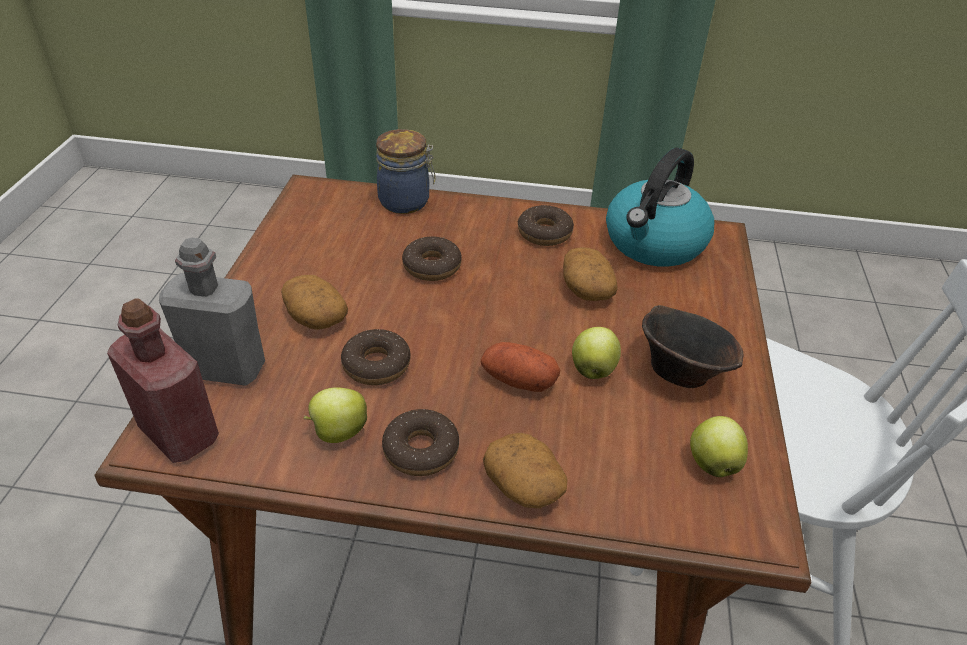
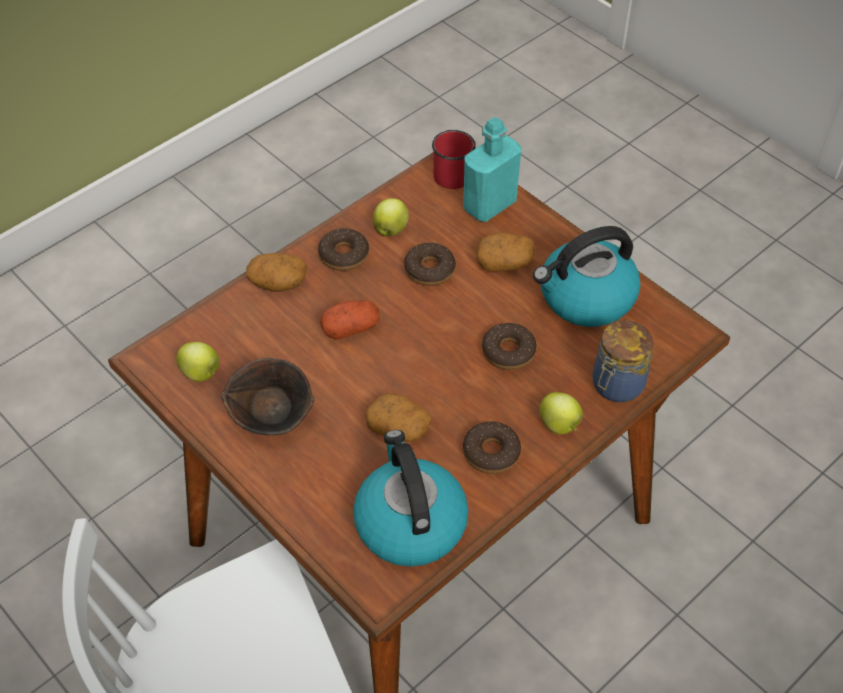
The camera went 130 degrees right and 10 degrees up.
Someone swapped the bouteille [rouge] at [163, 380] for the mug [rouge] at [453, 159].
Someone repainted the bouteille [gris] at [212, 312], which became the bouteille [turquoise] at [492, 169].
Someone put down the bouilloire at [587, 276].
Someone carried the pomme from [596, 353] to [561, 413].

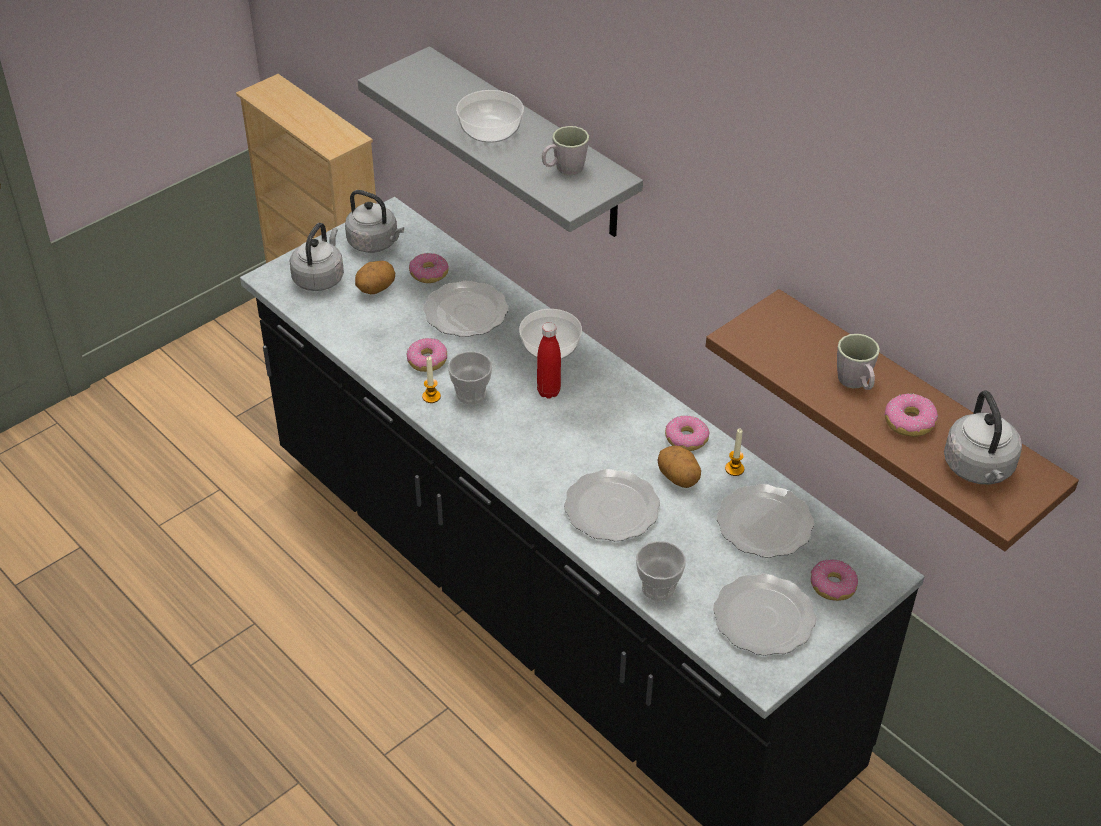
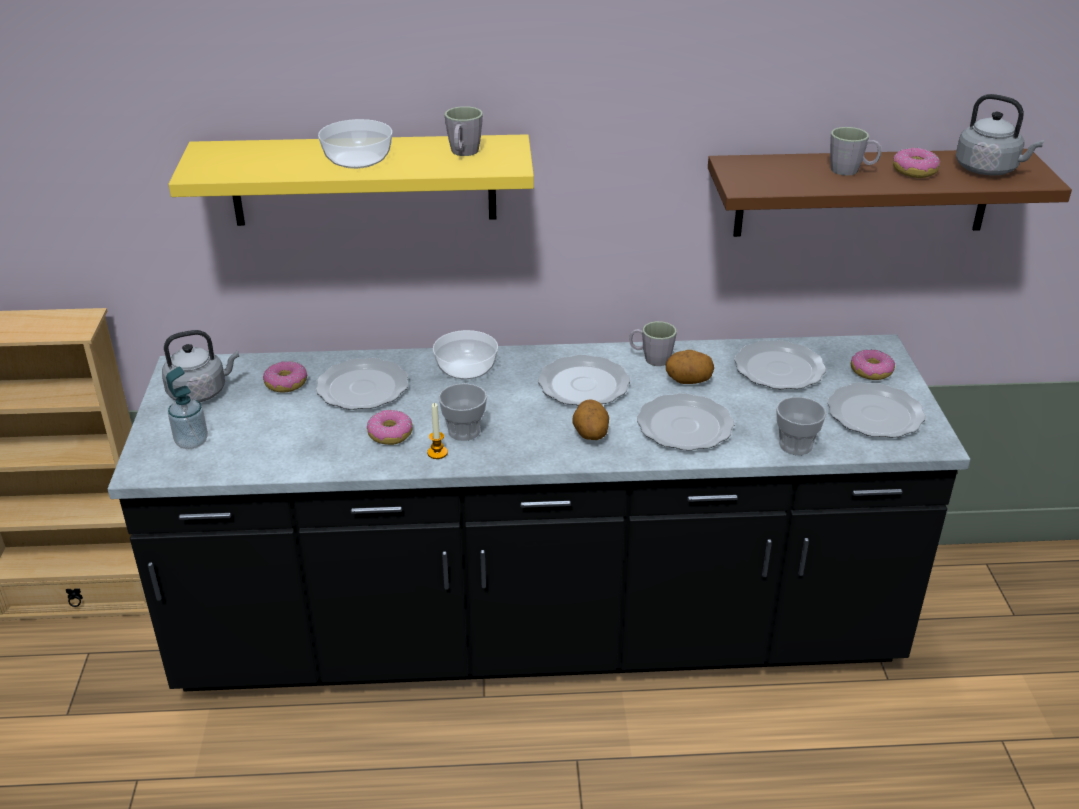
The camera went 50 degrees left and 10 degrees down.
Someone swapped the bouilloire [gris] at [317, 257] for the distributeur de savon at [187, 408].
Someone repainted the étagère [gris] at [500, 141], which became the étagère [jaune] at [351, 180].
Someone put down the assiette at [584, 380].
Someone carried the pomme de terre from [375, 277] to [590, 420].
Someone swapped the beignet at [687, 433] for the mug [gris] at [653, 343].
Someone took away the bouteille [rouge] at [549, 360].
Someone took away the bougie at [734, 452].

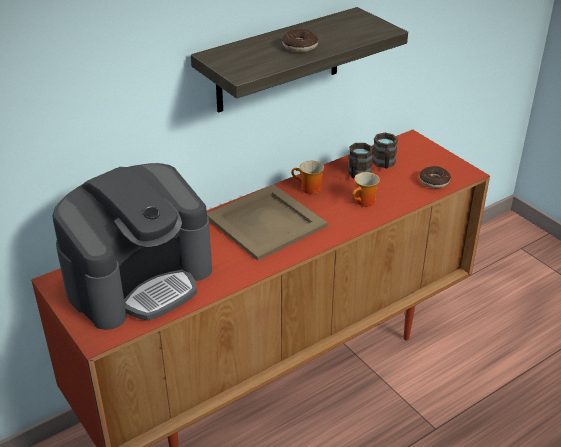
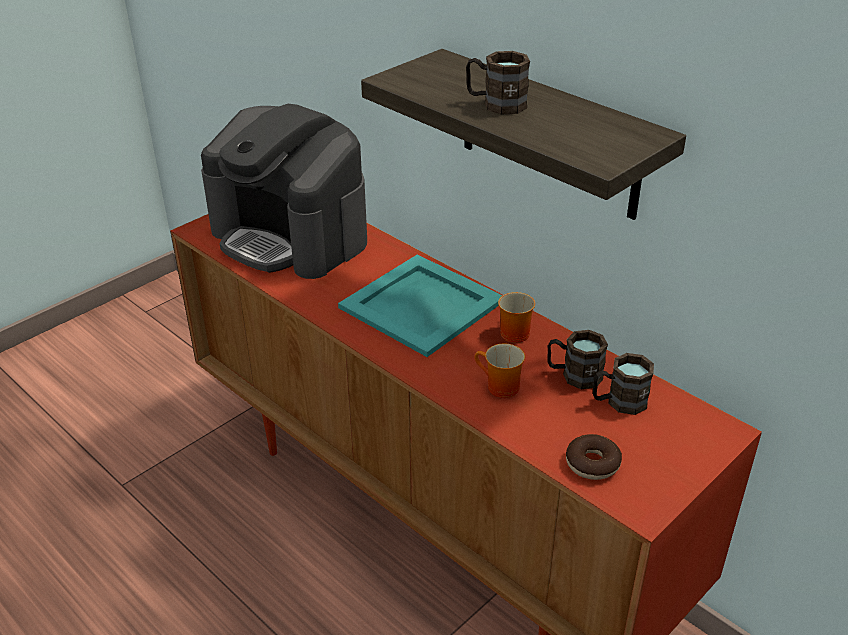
The camera went 80 degrees right and 0 degrees up.
Someone repainted the plateau [beige] at [267, 222], which became the plateau [turquoise] at [420, 306].
Someone swapped the beignet at [300, 40] for the mug [marron] at [498, 83].

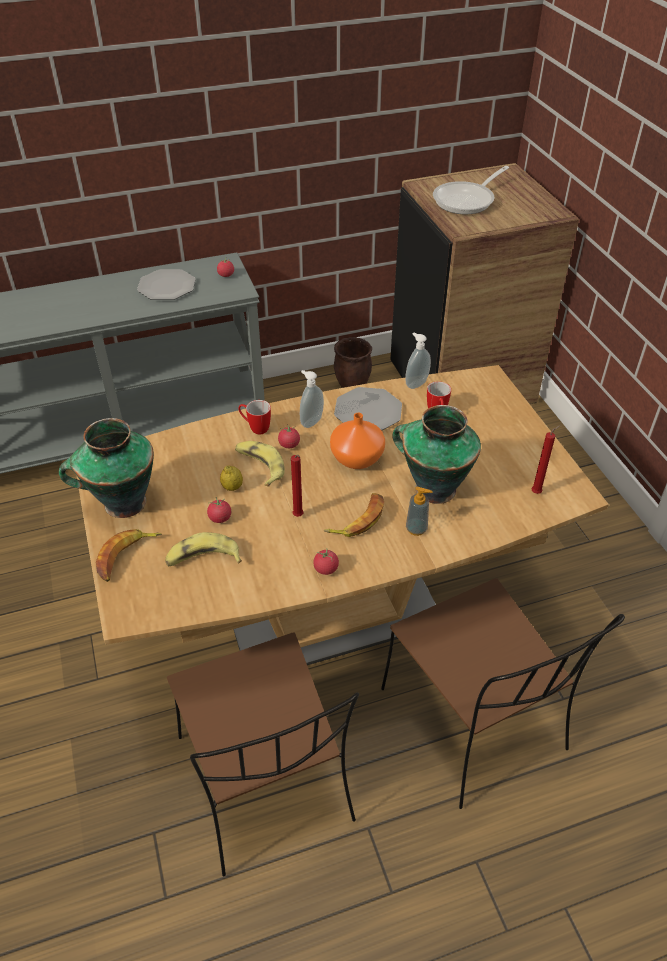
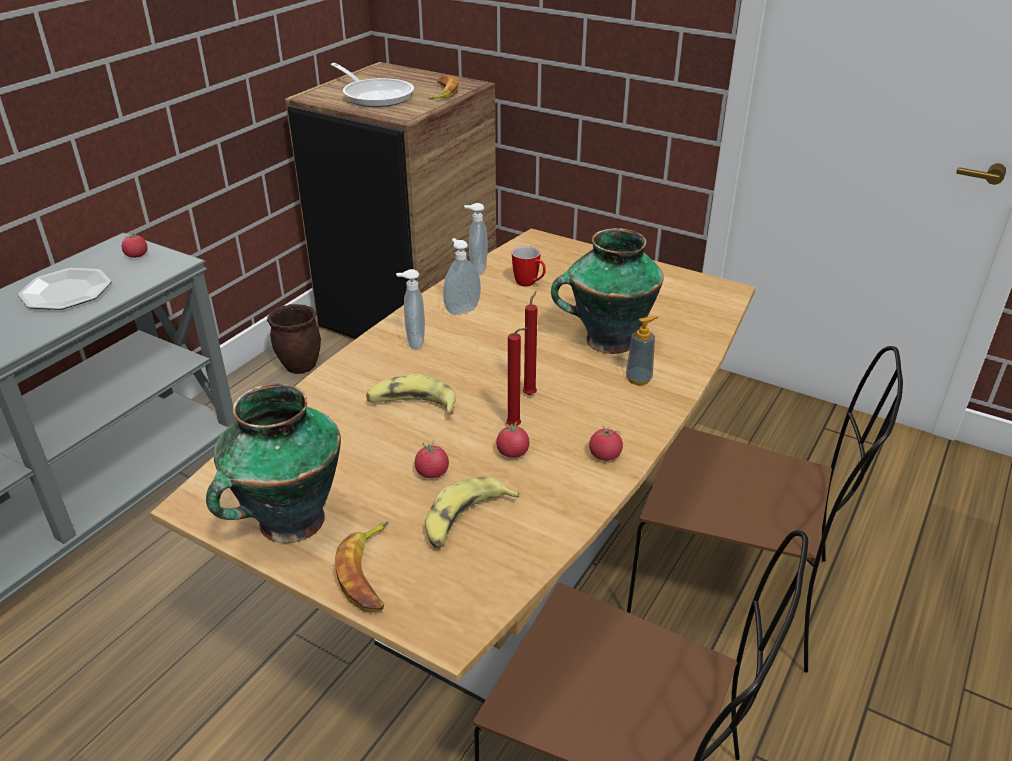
The camera went 40 degrees left and 10 degrees down.
Someone rotated the poêle at [471, 190] by 45 degrees counterclockwise.
Someone carried the banane from [354, 515] to [443, 87].
Someone swapped the assiette at [368, 408] for the distributeur de savon at [462, 276].
Someone carried the tomate from [289, 436] to [513, 440].
Someone carried the bougie [rouge] from [546, 459] to [530, 343].
Someone took away the citron at [231, 478].
Someone took away the mug at [254, 417].
Someone took away the vase [orange] at [357, 441].

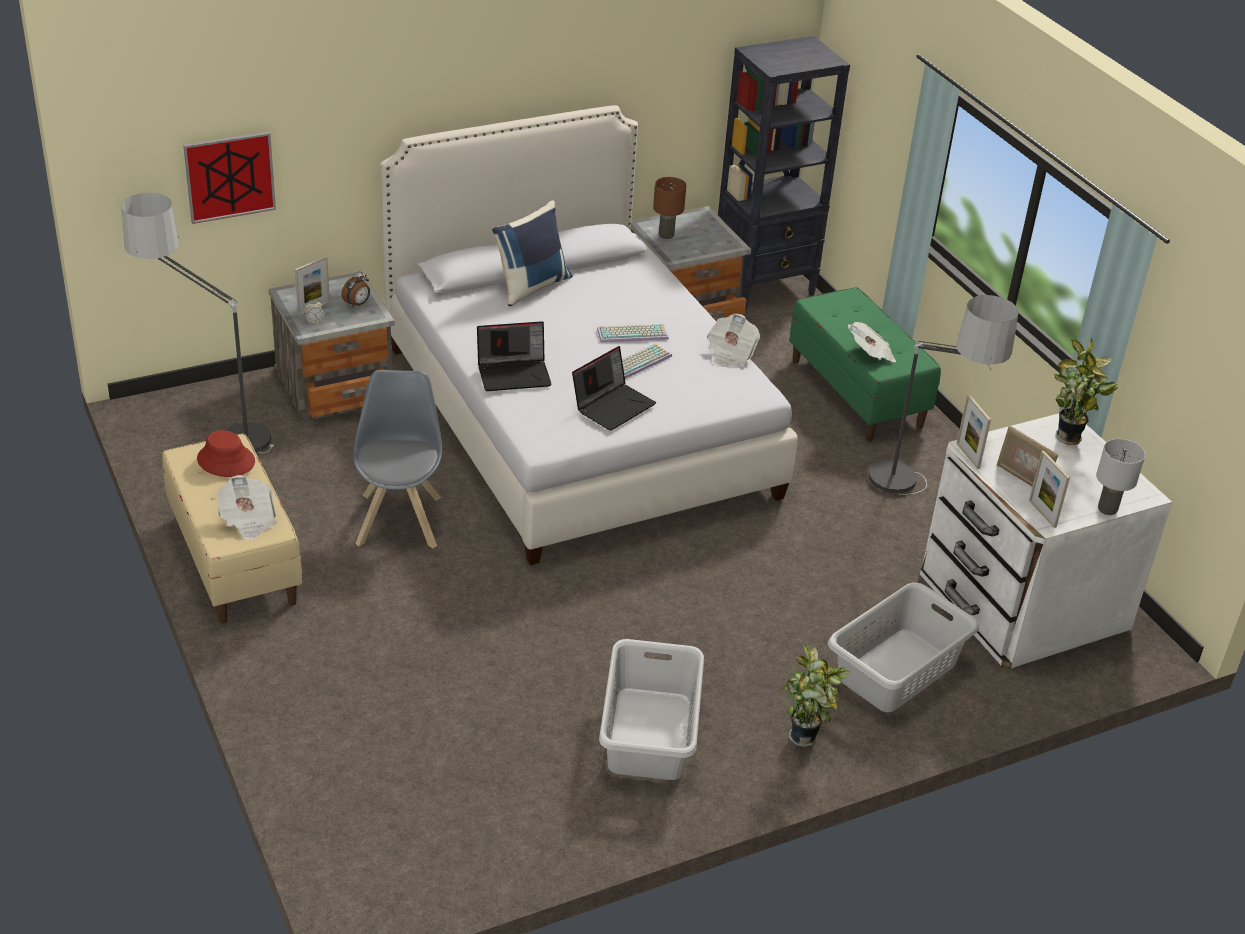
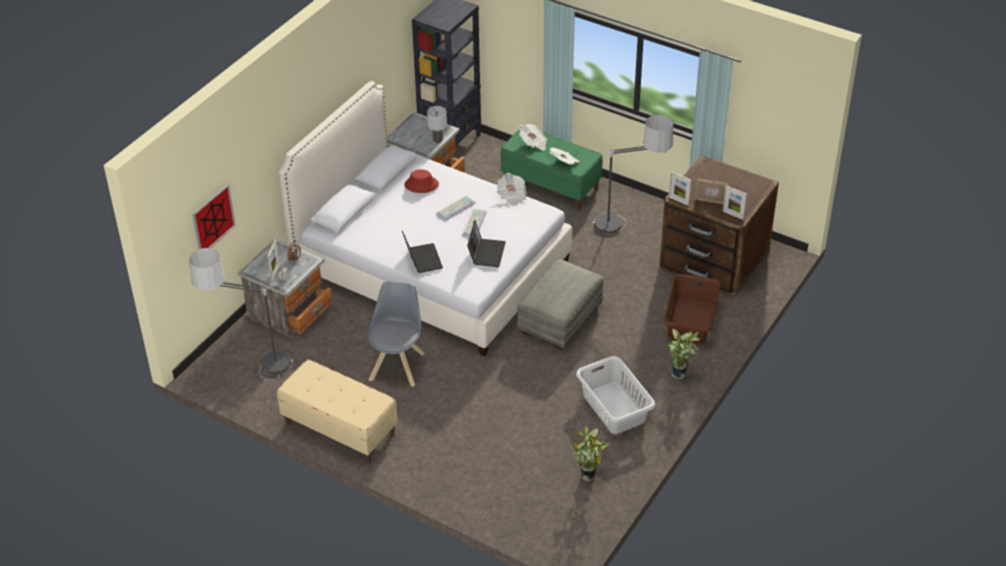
The camera went 30 degrees left and 5 degrees up.
Someone rotated the chaise [gris] at [398, 459] by 45 degrees clockwise.
Someone rotated the ordinateur portable at [514, 356] by 60 degrees counterclockwise.
Someone carried the chapeau [rouge] from [226, 453] to [421, 181].
Someone carried the lampe de table [blanc] from [1120, 477] to [437, 124].
Someone put down the pouf [gris] at [560, 304].
Someone carried the journal from [247, 507] to [533, 137].
Someone carried the plante en pot from [1086, 391] to [591, 453].
Someone repainted the commode [blanc] at [1046, 540], which became the commode [marron] at [719, 225].
Someone repainted the panier à linge [gris] at [903, 647], which became the panier à linge [marron] at [692, 309].
Someone took away the coussin [bleu] at [532, 253].
Someone took away the lampe de table [marron] at [669, 208].

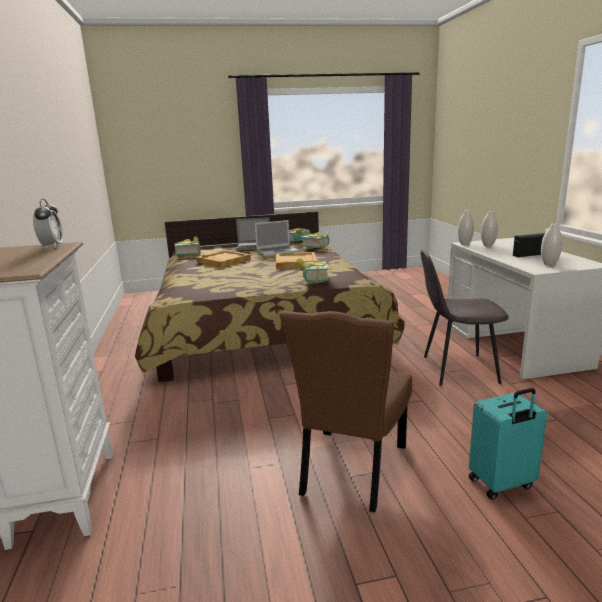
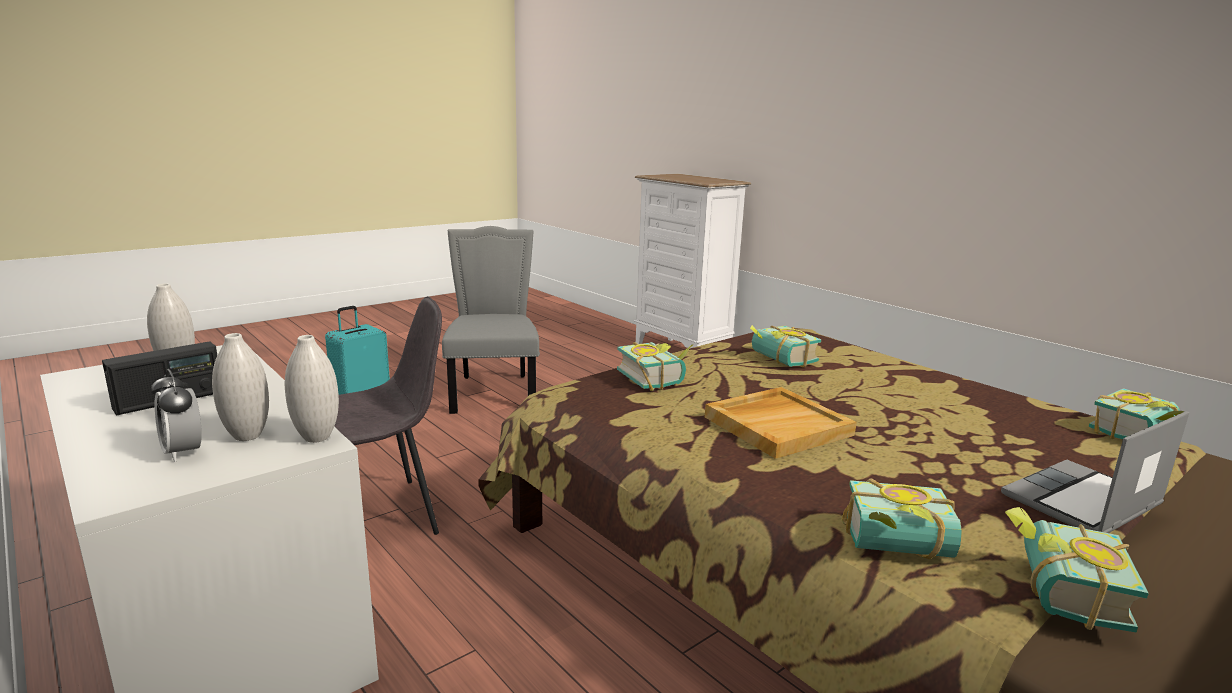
The camera went 150 degrees right and 0 degrees up.
Someone carried the réveil from [48, 223] to [176, 415].
Someone repainted the chaise [marron] at [346, 411], which became the chaise [gris] at [491, 320].
Someone put down the livre at [785, 346].
Someone took away the plateau [beige] at [223, 258].
Someone took away the ordinateur portable at [277, 238].

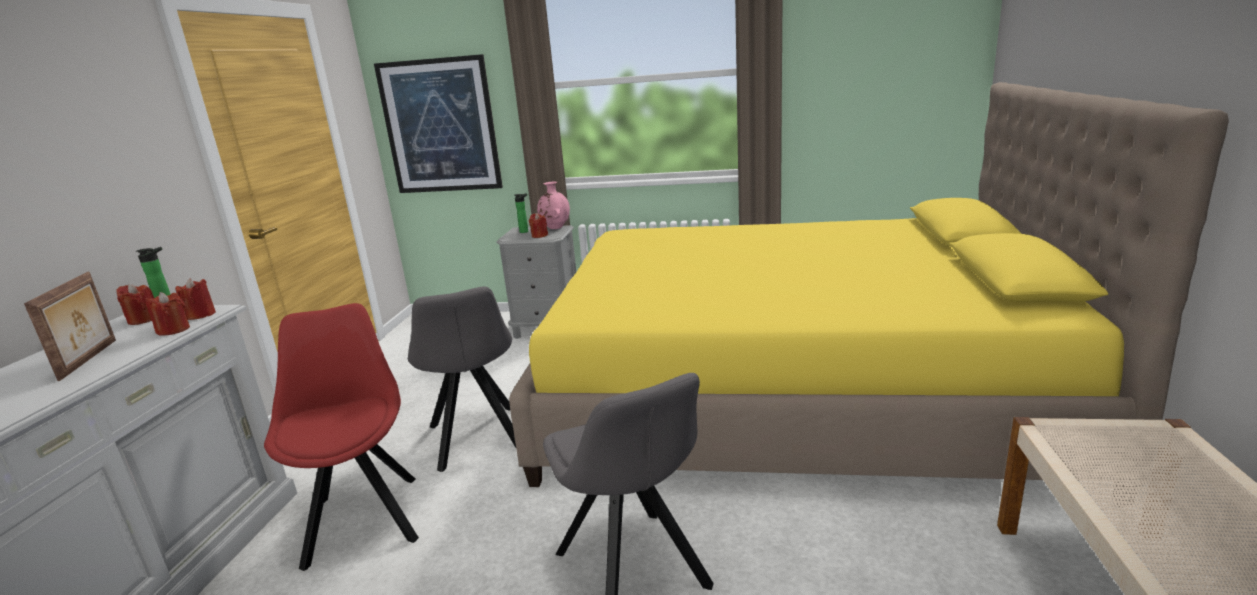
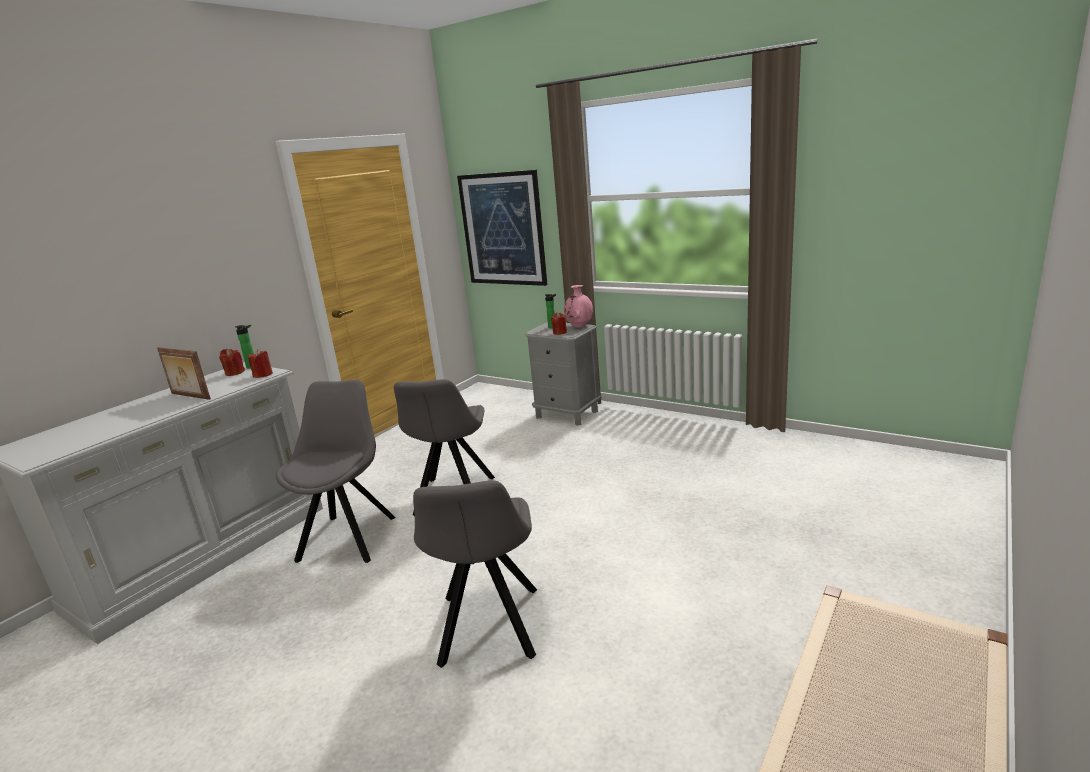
The camera went 25 degrees right and 0 degrees up.
Someone rotated the cadre photo at [70, 326] by 105 degrees clockwise.
Someone repainted the chaise [rouge] at [341, 437], which became the chaise [gris] at [336, 471].
Someone took away the bougie [rouge] at [167, 314].
Someone took away the lit [jaune] at [869, 293].

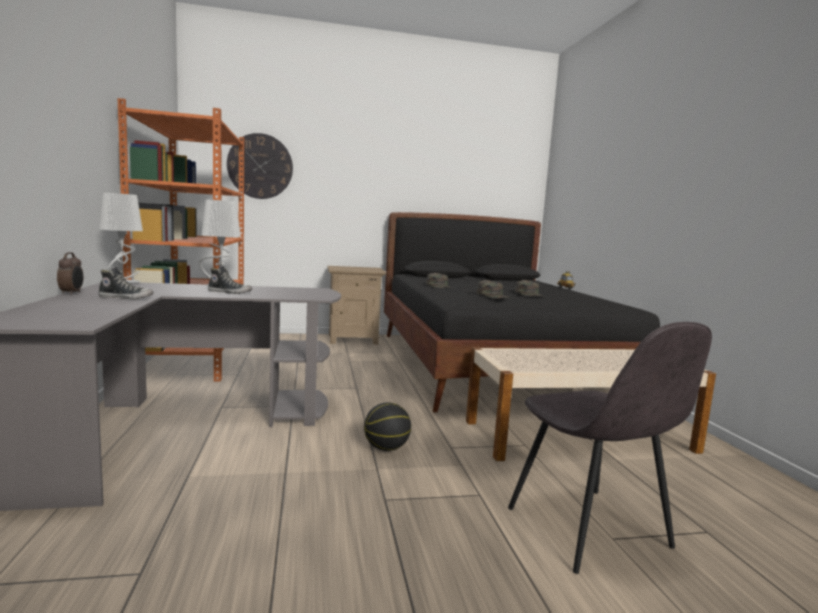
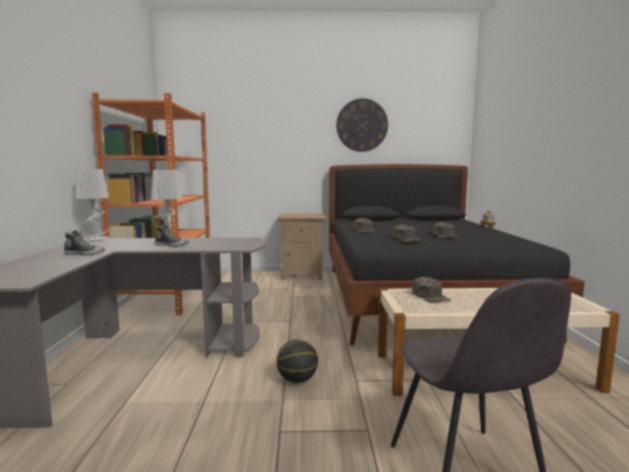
The camera went 10 degrees right and 0 degrees up.
Someone carried the horloge murale from [260, 166] to [362, 125].
Someone put down the casquette [vert] at [432, 290].
Someone took away the réveil at [70, 273].

